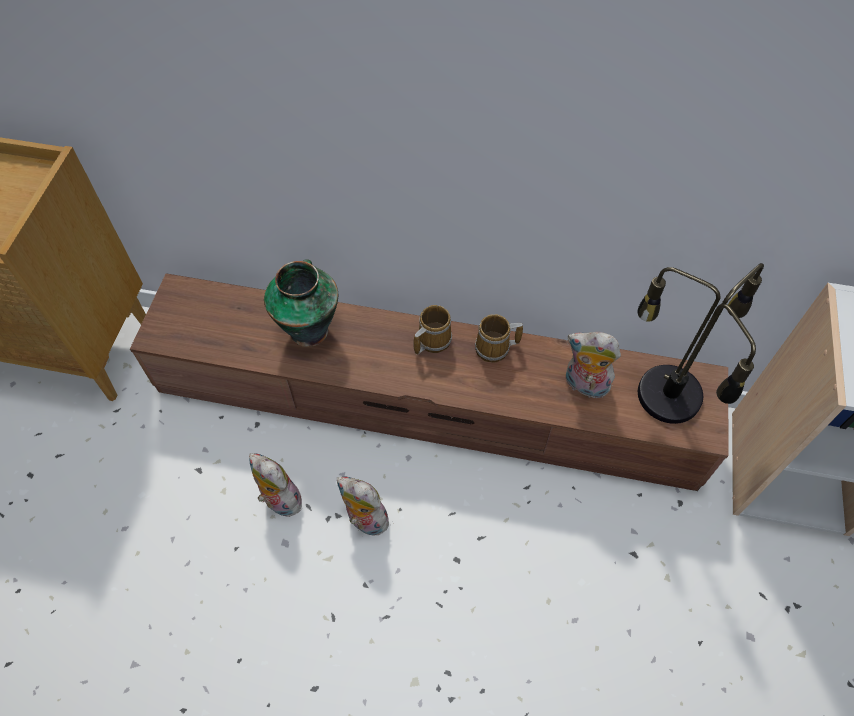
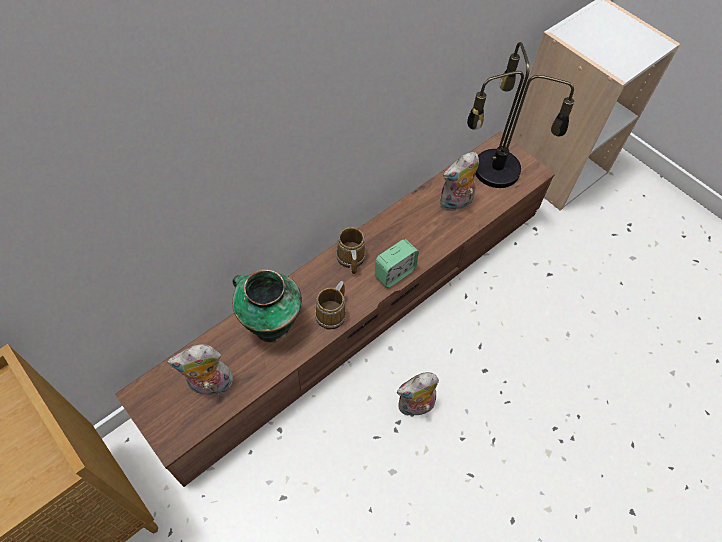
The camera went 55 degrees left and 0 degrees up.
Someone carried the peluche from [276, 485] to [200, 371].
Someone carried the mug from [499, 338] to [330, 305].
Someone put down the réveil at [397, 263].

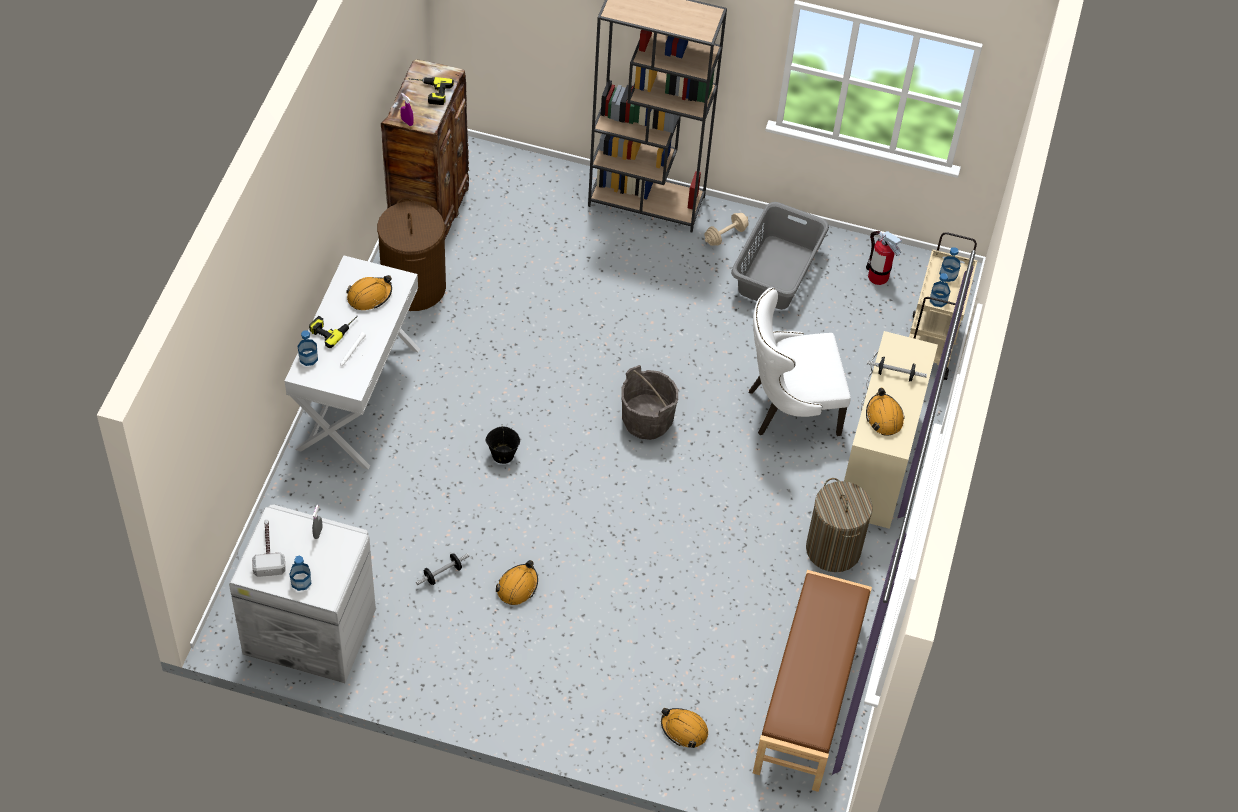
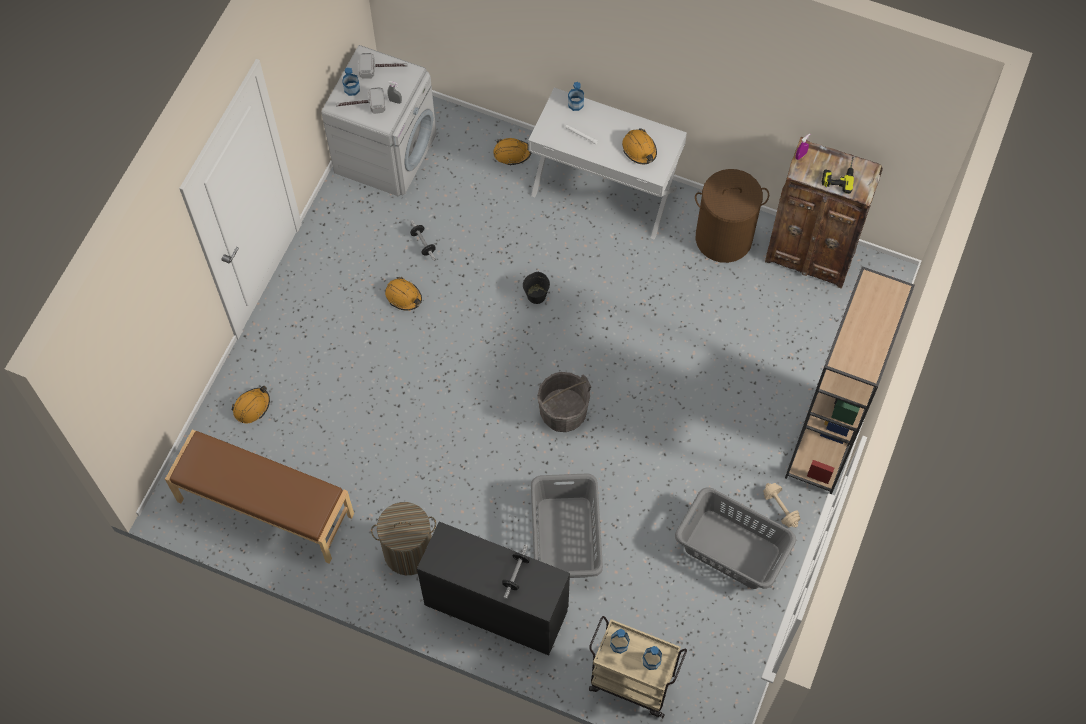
The camera went 100 degrees right and 10 degrees up.
Someone put down the marteau at [361, 100].
Someone repainted the bureau [beige] at [891, 430], which became the bureau [noir] at [493, 588].
Someone carried the casque de chantier [orange] from [885, 412] to [512, 152].
Someone swapped the chaise [blanc] at [800, 361] for the panier à linge [gris] at [567, 525].
Someone took away the perceuse at [333, 332].
Someone took away the extincteur at [884, 258].

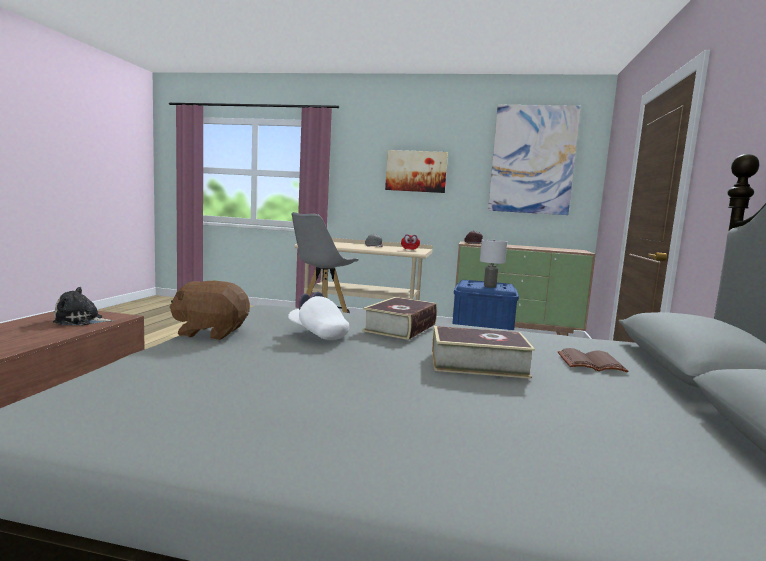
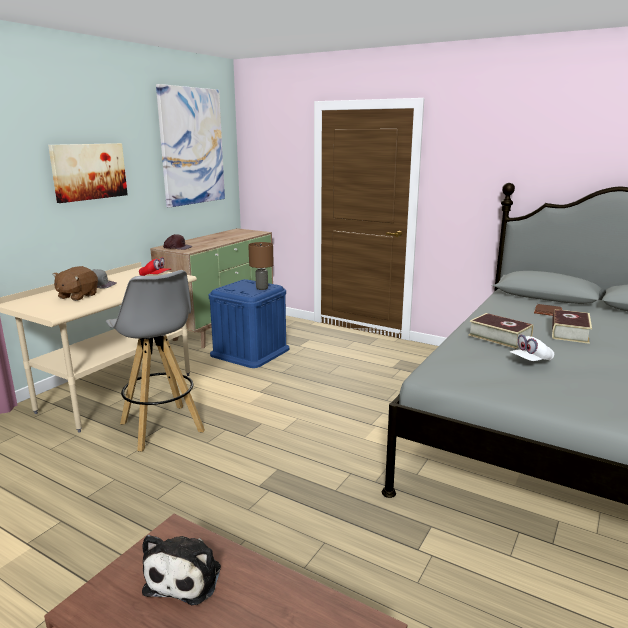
The camera went 70 degrees left and 10 degrees up.
Someone carried the peluche [marron] from [210, 310] to [75, 283].
Someone repainted the lampe de table [blanc] at [493, 263], which became the lampe de table [marron] at [261, 266].

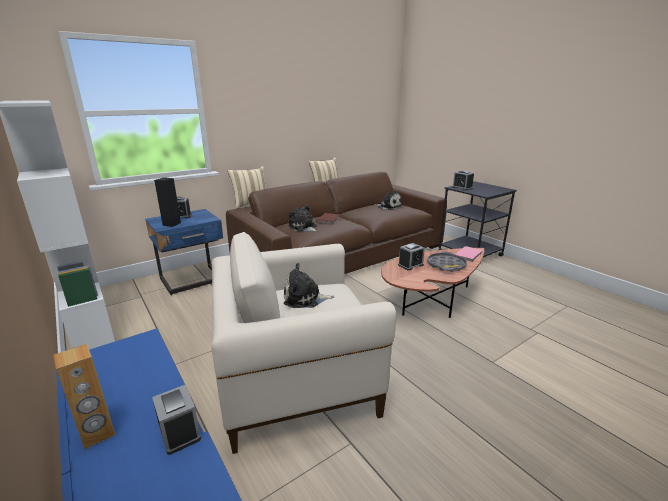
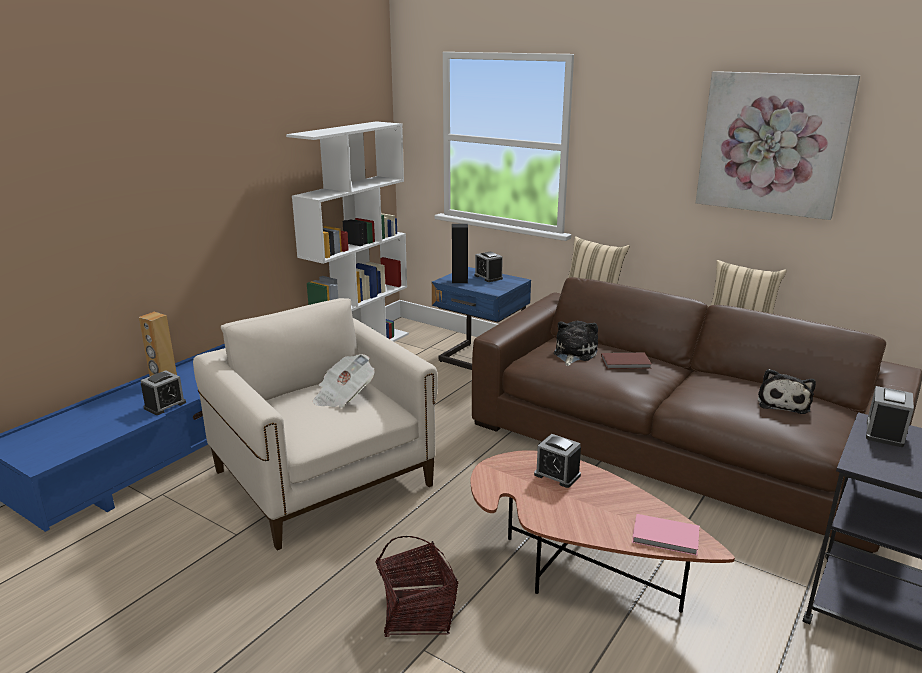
The camera went 70 degrees right and 0 degrees up.
Someone swapped the peluche at [309, 285] for the journal at [343, 381].
Someone put down the panier at [417, 586].
Someone put up the tableau at [778, 145].
Someone took away the plateau [gris] at [447, 262].

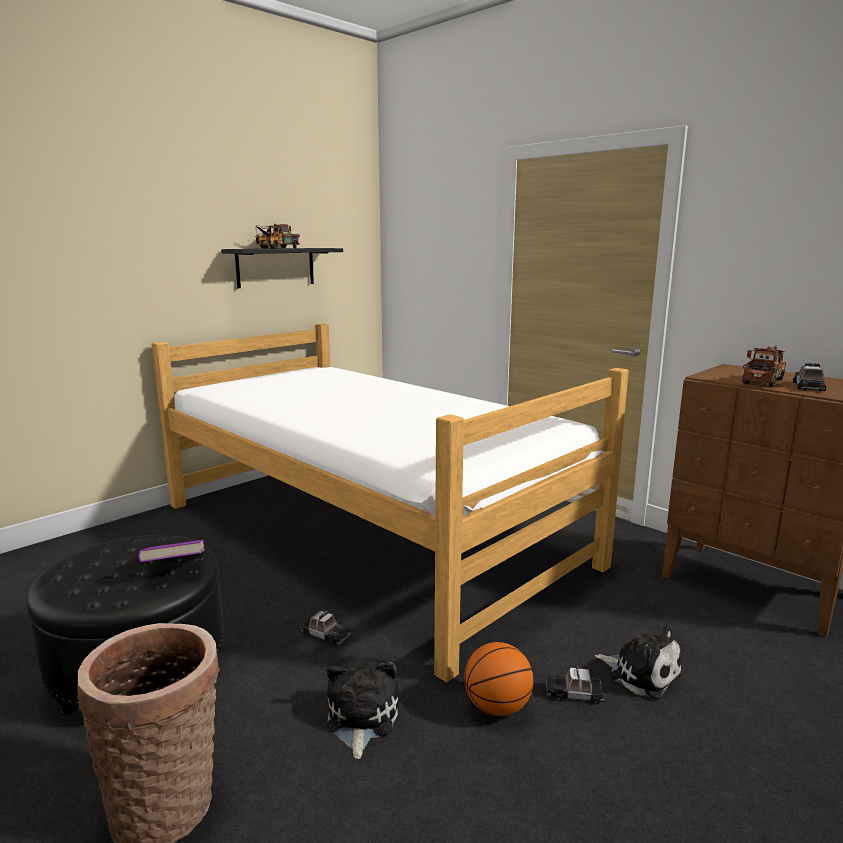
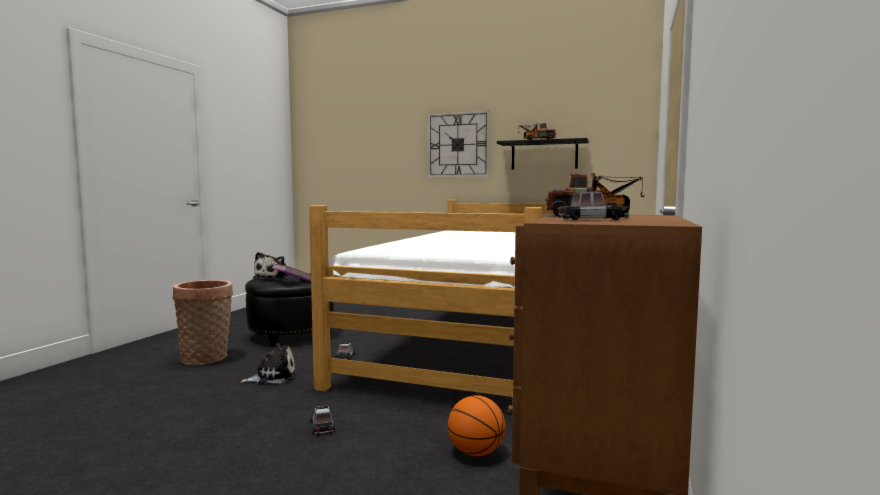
The camera went 65 degrees right and 10 degrees down.
Someone carried the peluche from [638, 662] to [272, 265].
Someone put up the horloge murale at [459, 143].
Someone carried the ballon de basket from [498, 679] to [477, 425].

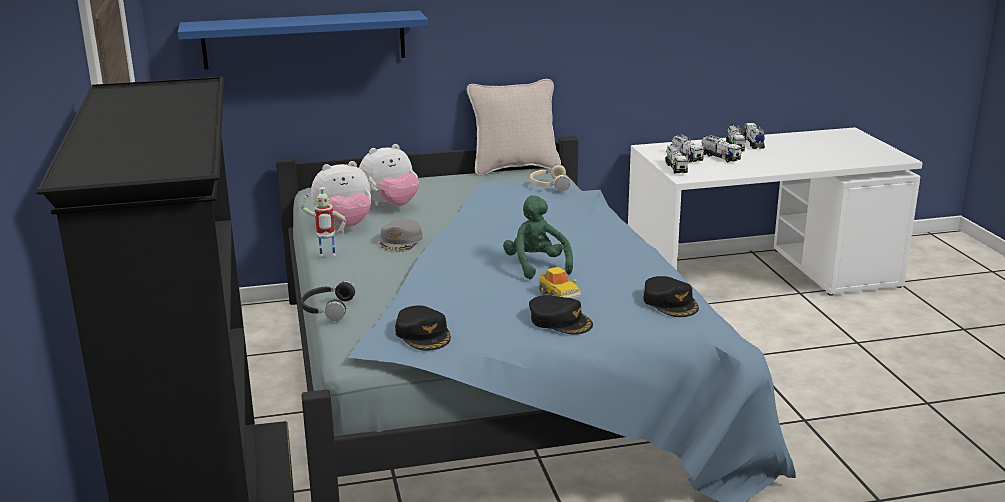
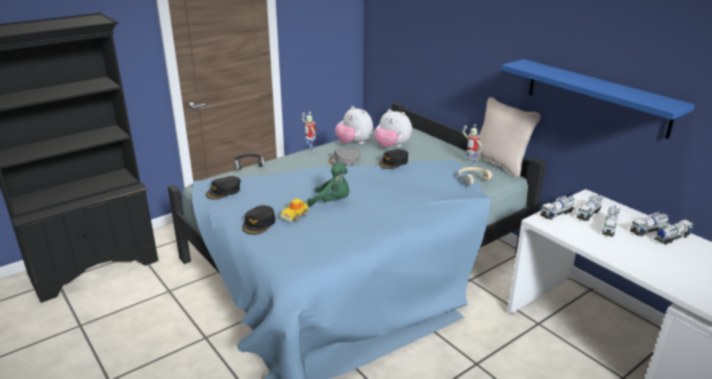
The camera went 65 degrees right and 5 degrees up.
Someone rotated the peluche [vert] at [538, 237] by 60 degrees clockwise.
Someone carried the casquette [noir] from [671, 296] to [393, 159].
Someone put down the robot jouet at [472, 144].
Someone carried the étagère [bleu] from [303, 40] to [598, 99].

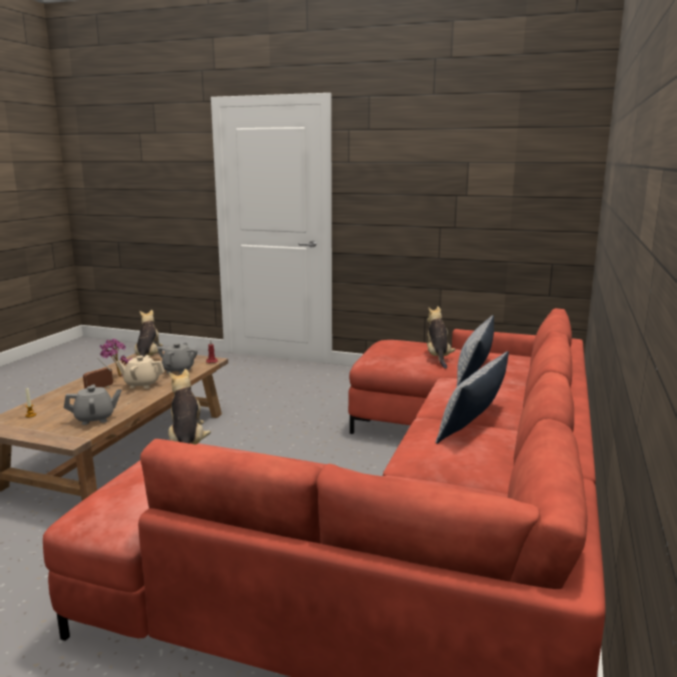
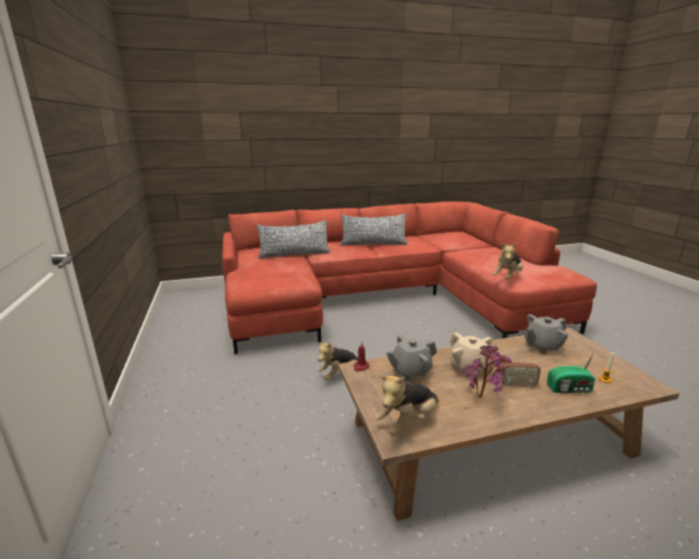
The camera went 125 degrees left and 5 degrees up.
Someone carried the peluche from [441, 337] to [337, 361].
Someone rotated the théière [gris] at [93, 405] by 60 degrees counterclockwise.
Someone put down the radio at [571, 372].

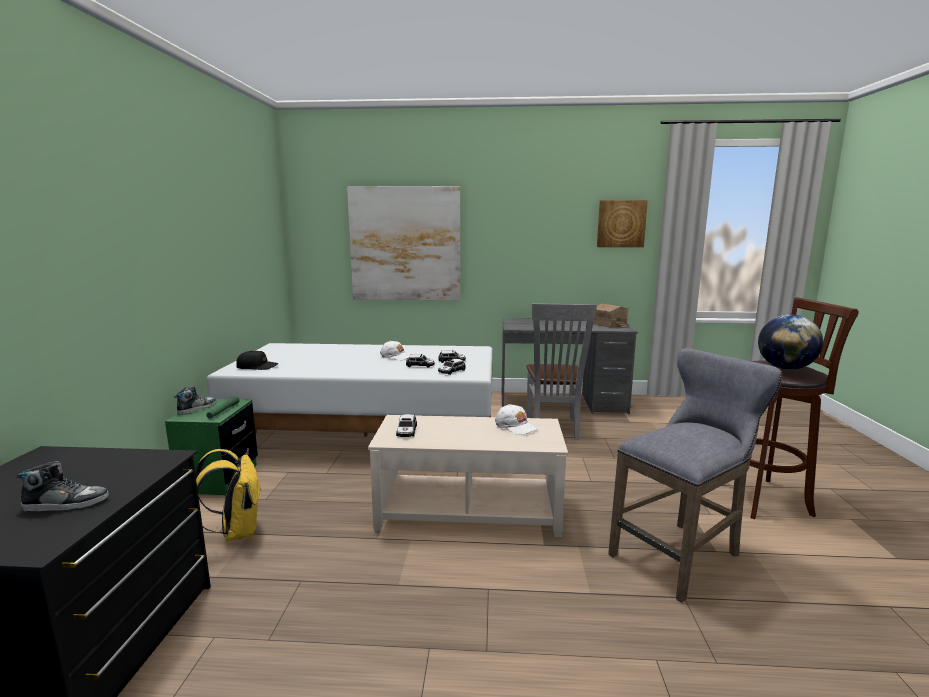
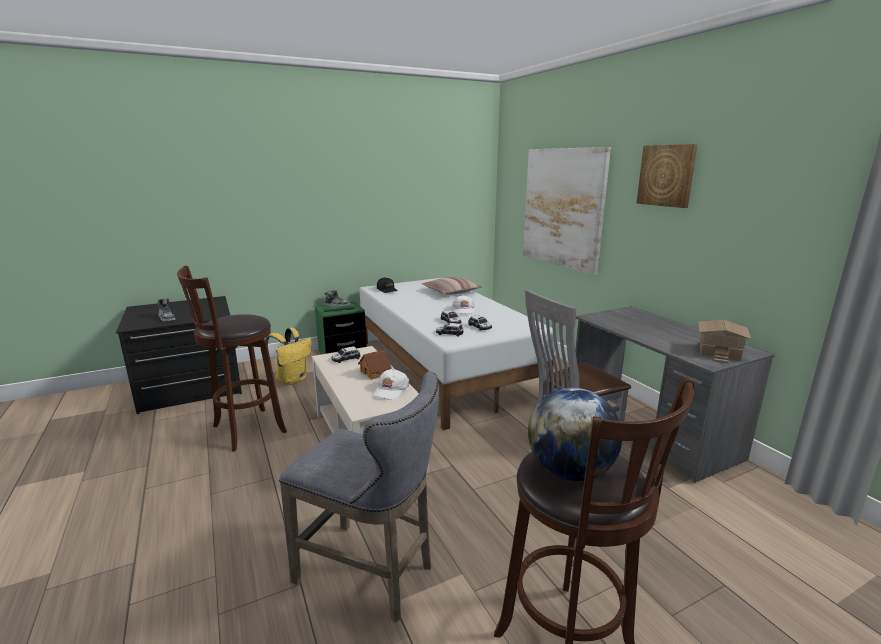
The camera went 60 degrees right and 5 degrees up.
Someone put down the tabouret [marron] at [232, 358].
Someone put down the maison miniature at [375, 365].
Someone put down the coussin at [452, 286].
Someone carried the tableau from [622, 223] to [667, 176].

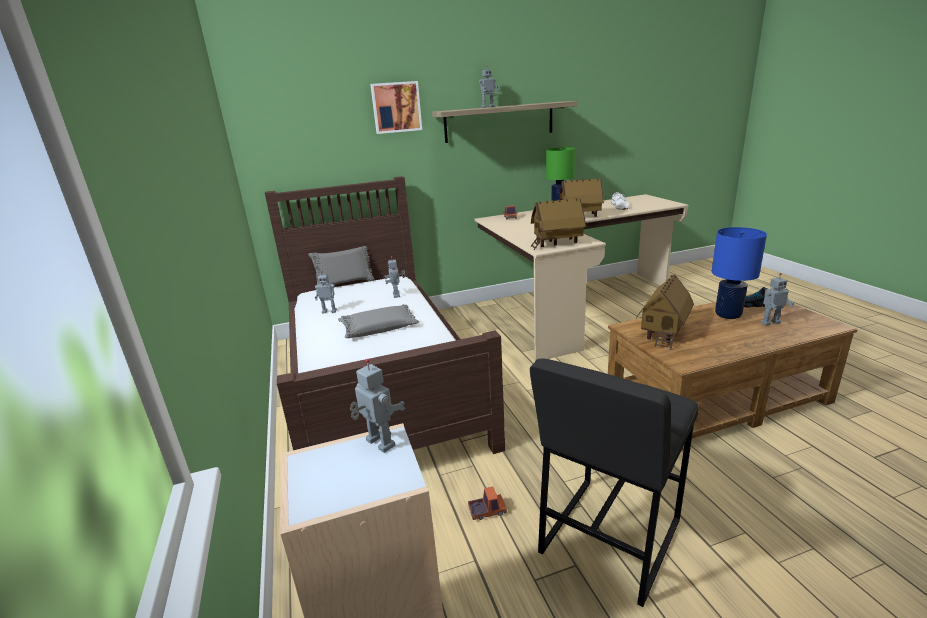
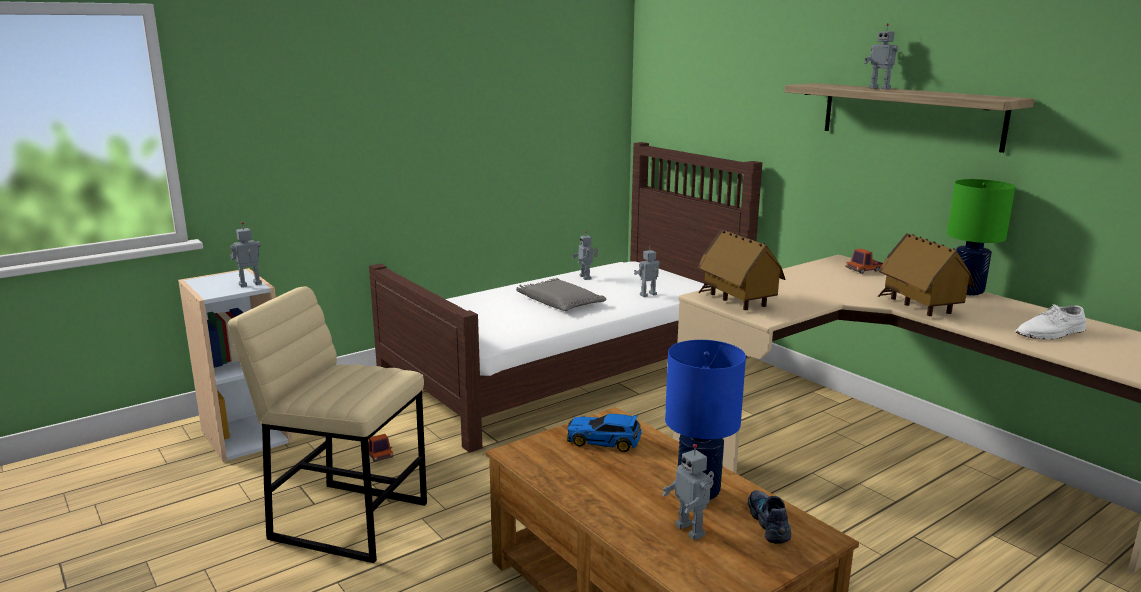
The camera went 70 degrees right and 5 degrees down.
Someone repainted the chaise [noir] at [614, 482], which became the chaise [beige] at [327, 424].
Someone rotated the robot jouet at [378, 406] by 150 degrees counterclockwise.
Someone swapped the maison miniature at [665, 312] for the petite voiture at [604, 433].
Someone took away the coussin [gris] at [341, 265].
Someone took away the tableau at [396, 107].

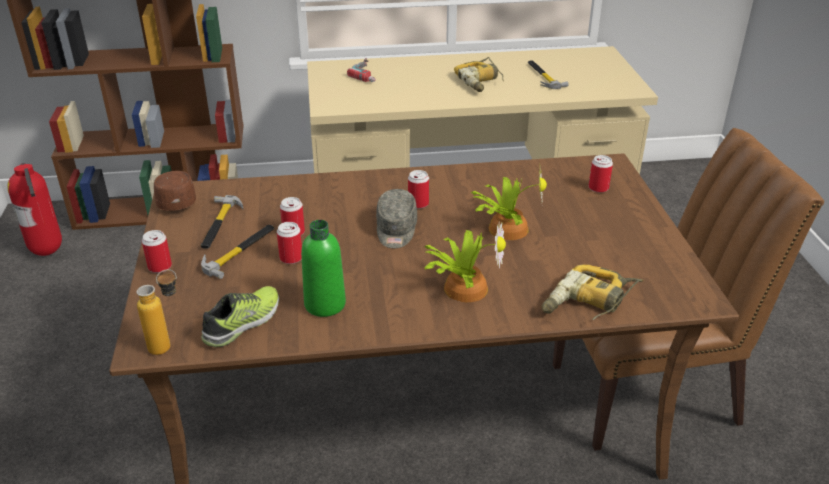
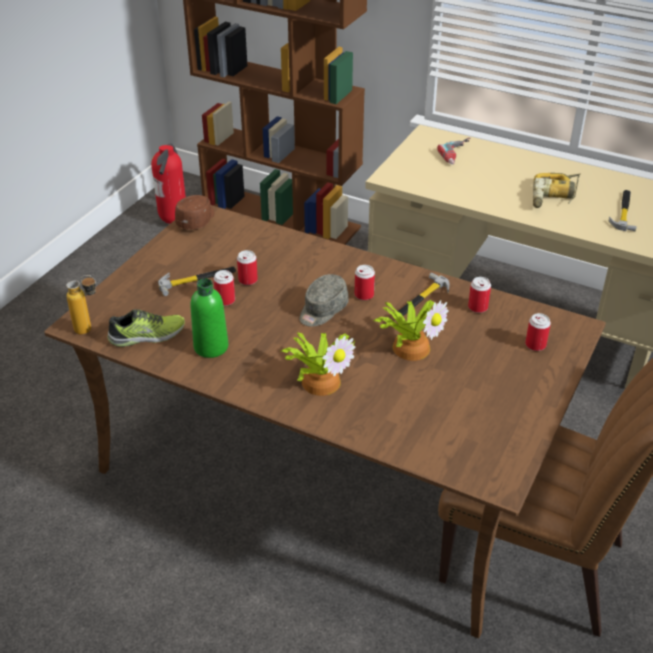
The camera went 35 degrees right and 5 degrees up.
Someone carried the marteau from [222, 222] to [423, 294].
Someone carried the boîte métallique from [157, 251] to [479, 295].
Someone took away the perceuse at [592, 292].

